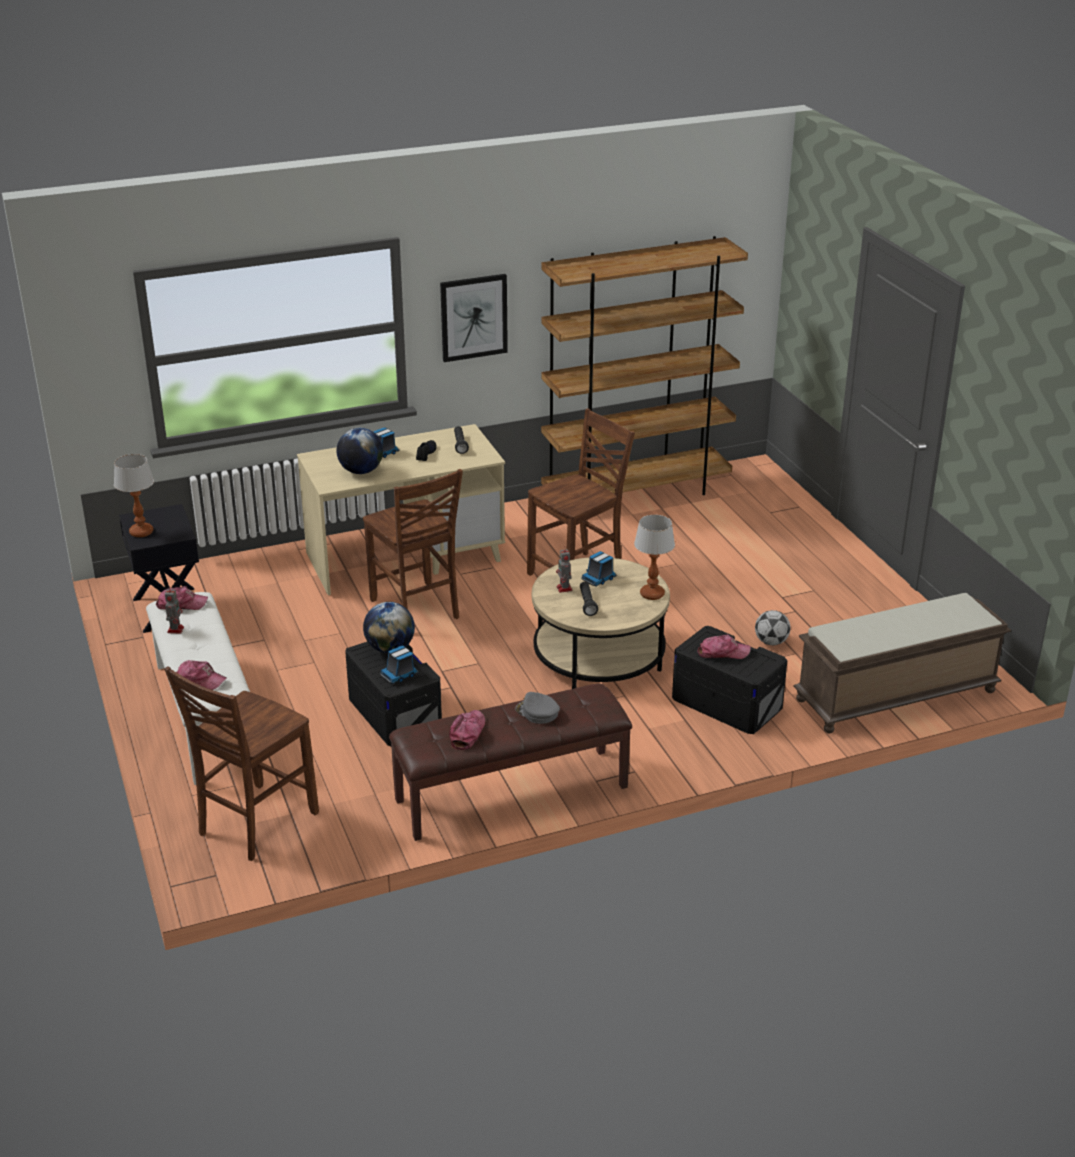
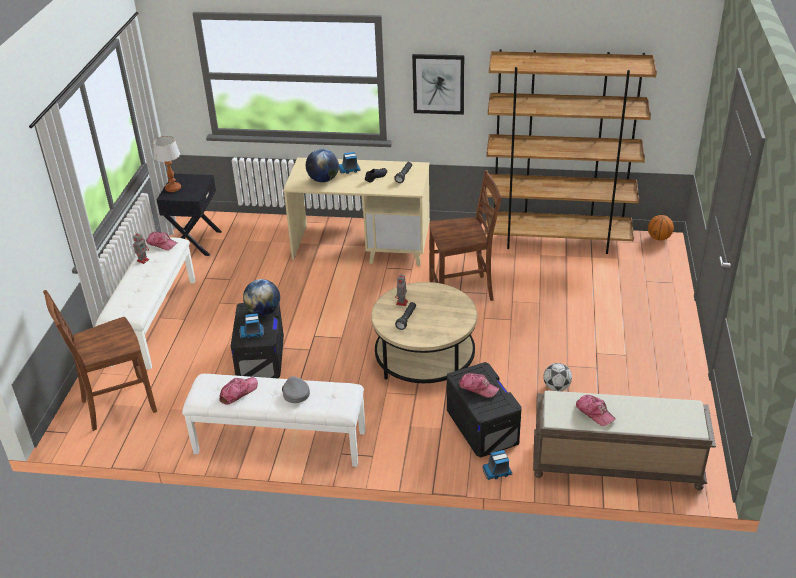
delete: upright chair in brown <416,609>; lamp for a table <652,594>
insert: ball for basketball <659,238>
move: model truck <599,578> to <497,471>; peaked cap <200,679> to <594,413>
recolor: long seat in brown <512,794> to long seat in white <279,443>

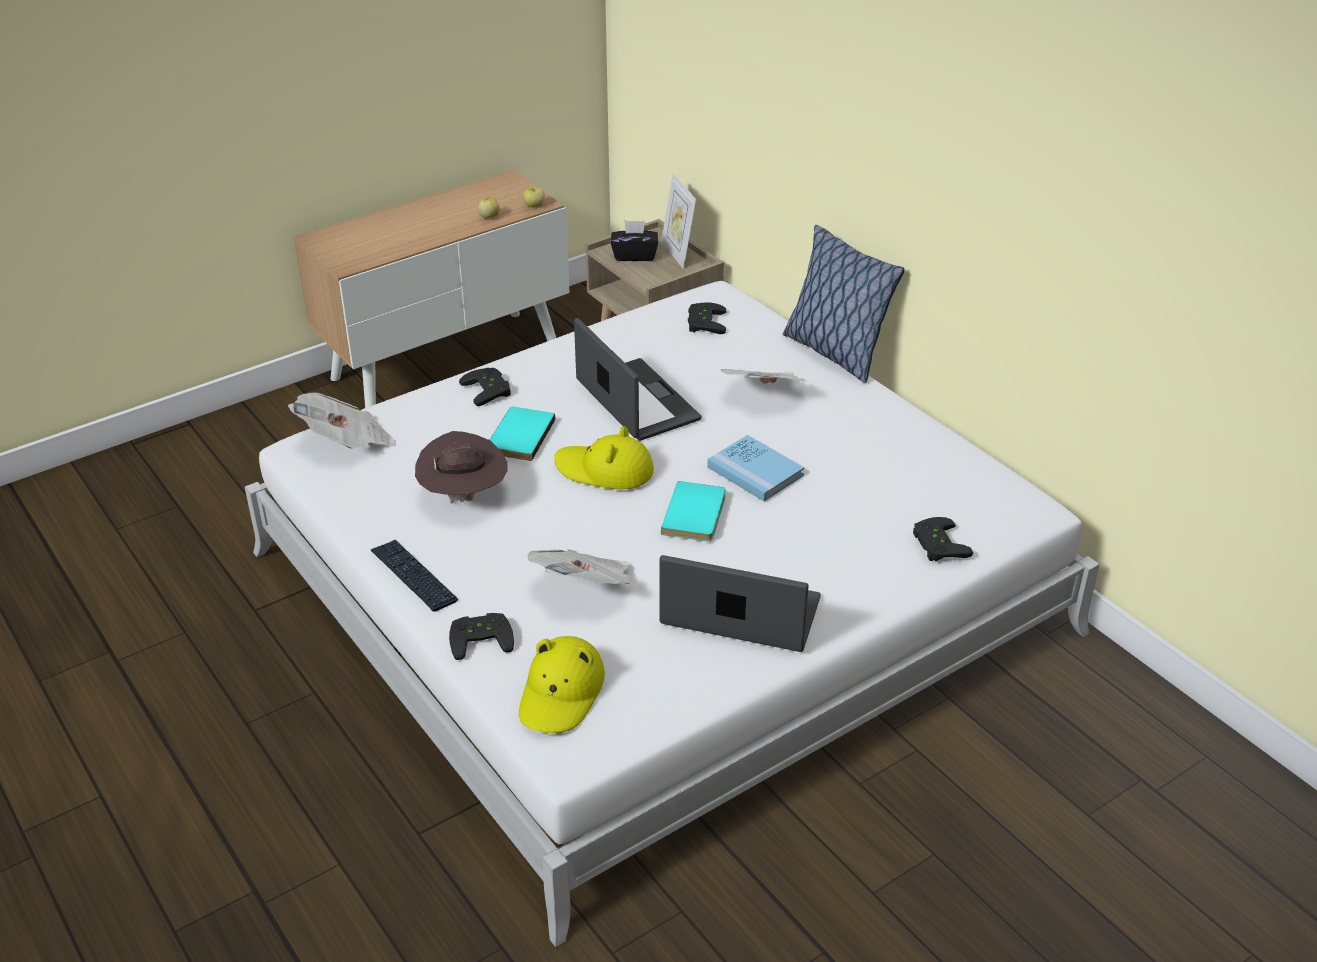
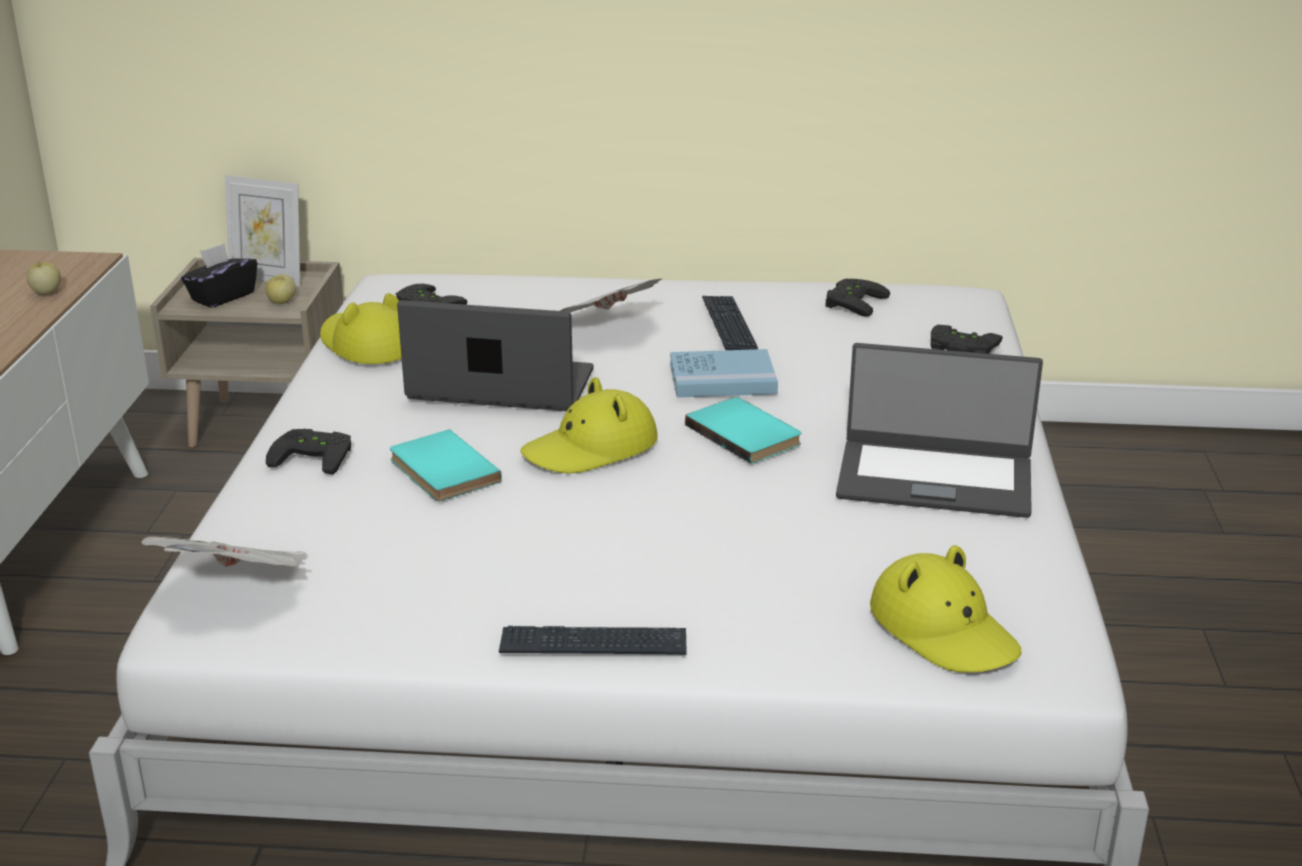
delete: wearable hat in brown <464,497>; daily paper <586,587>; throw pillow <834,352>
insert: wearable hat in yellow <366,345>; keyboard <729,325>
move: apple fruit <534,206> to <282,302>; game controller in black <481,637> to <851,301>
rotate: notebook computer <740,613> = <934,478> 135 degrees counterclockwise

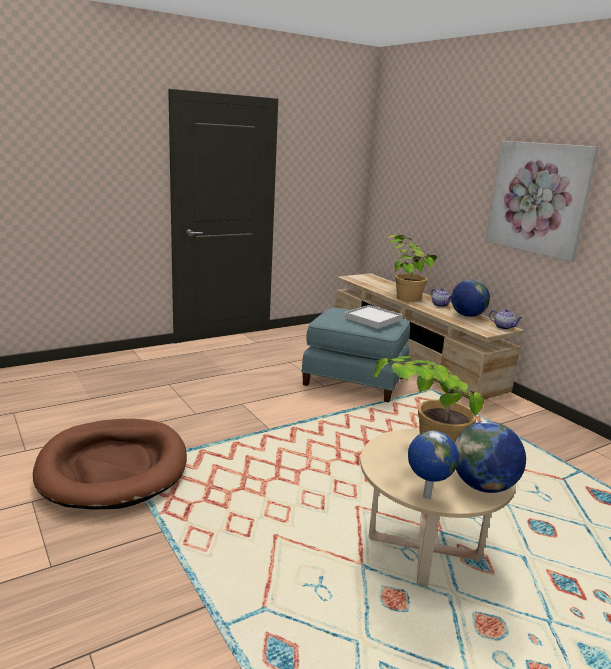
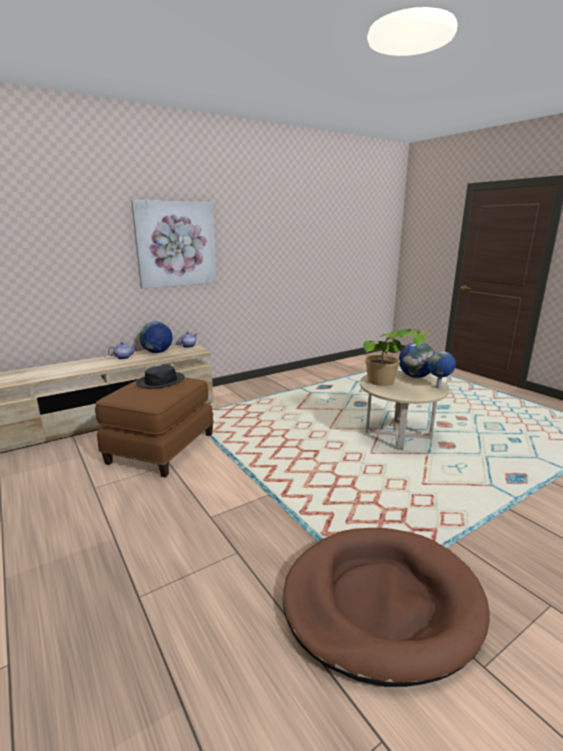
delete: plant in a pot <404,294>
replace: tray in white <373,319> to wearable hat in black <160,381>
recolor: footrest in bluish <355,380> to footrest in brown <160,448>

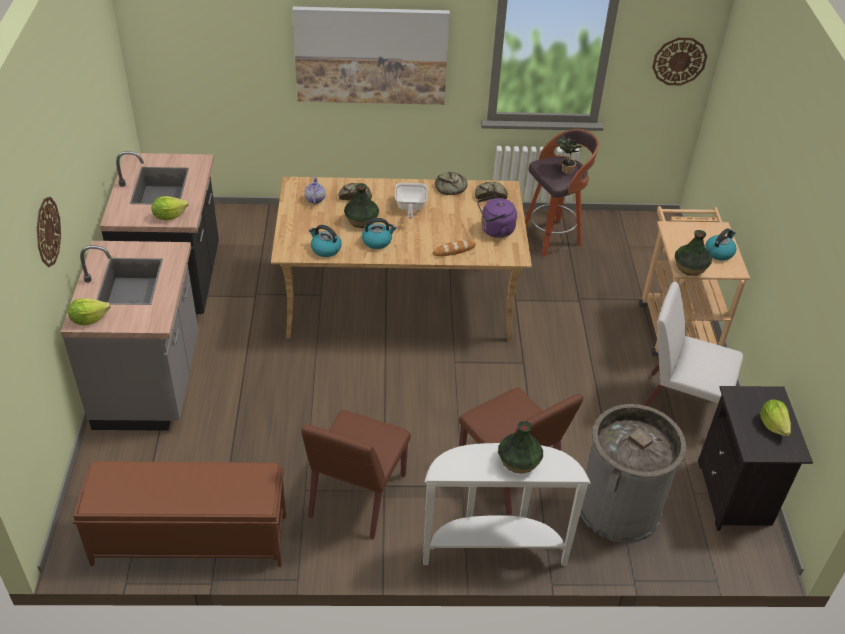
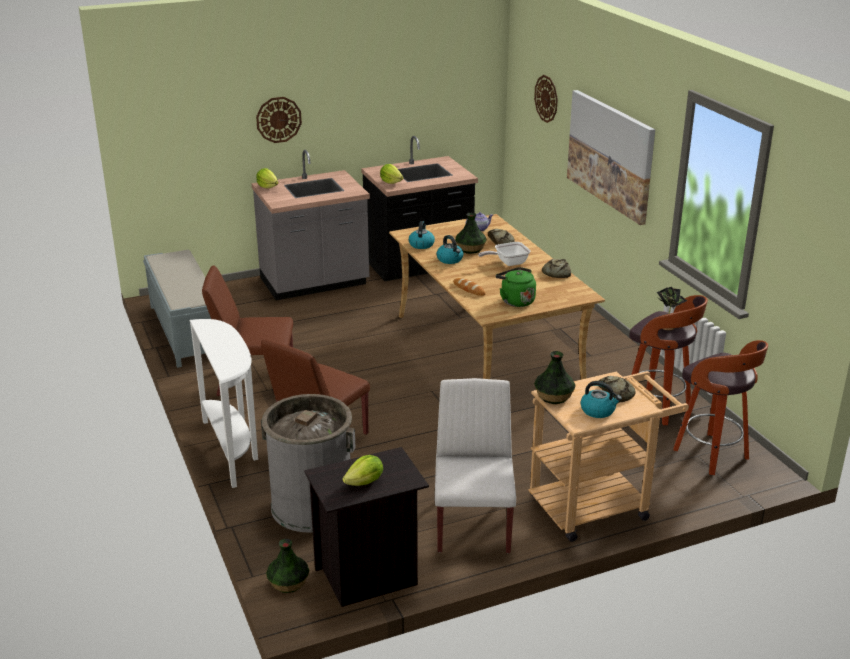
insert: stool <712,455>
move: decorative vase <519,462> to <288,583>; wall clock <679,61> to <546,98>; baked bread <490,194> to <616,392>
recolor: long seat in brown <189,539> to long seat in greyish <185,331>; water kettle in purple-coloured <495,230> to water kettle in green-coloured <515,301>

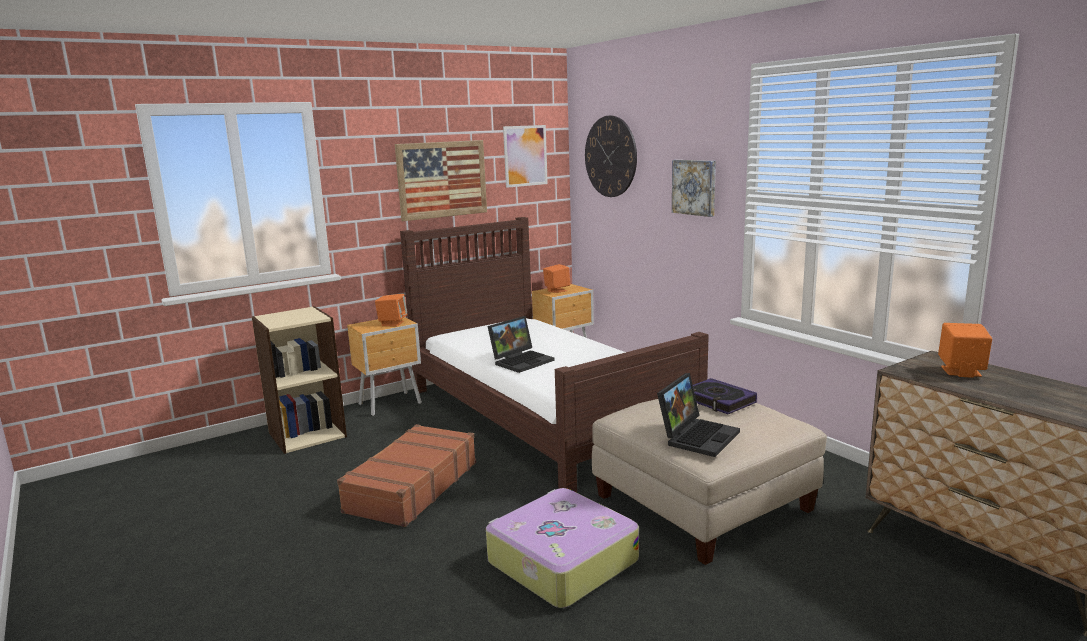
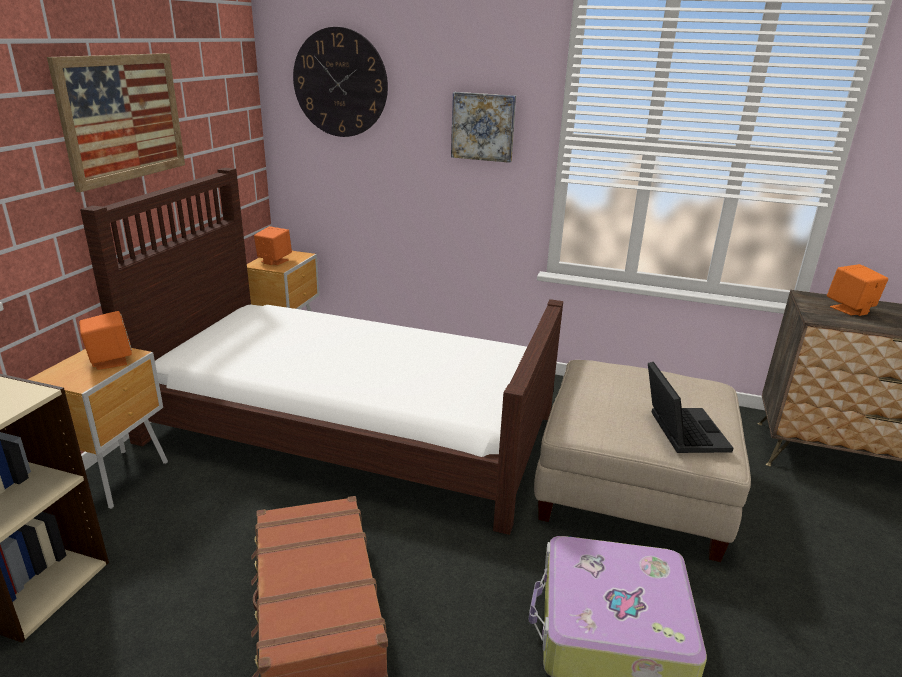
delete: notebook computer <522,361>; wall picture <525,156>; book <718,401>

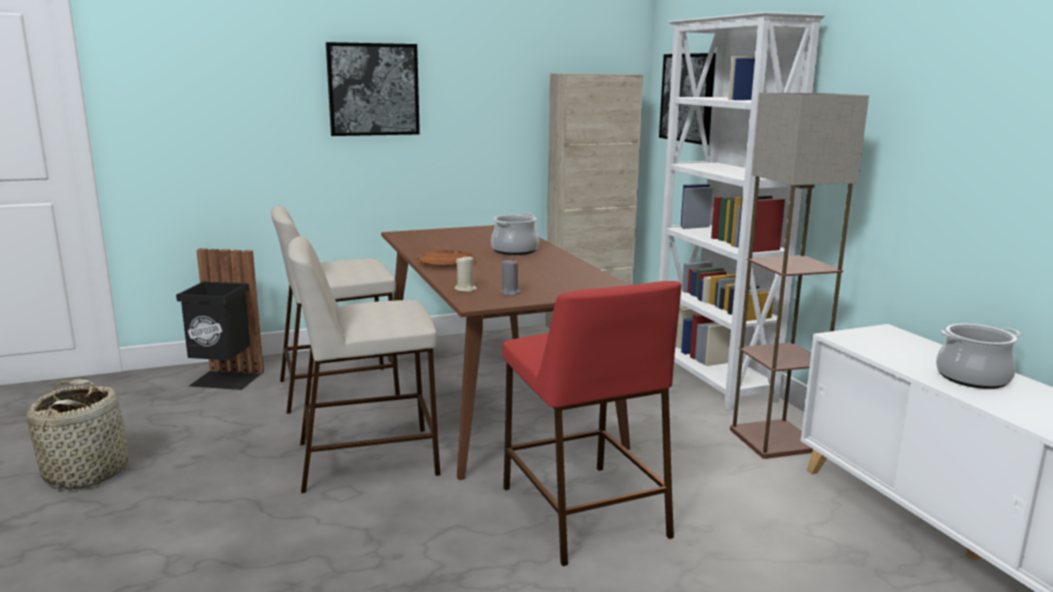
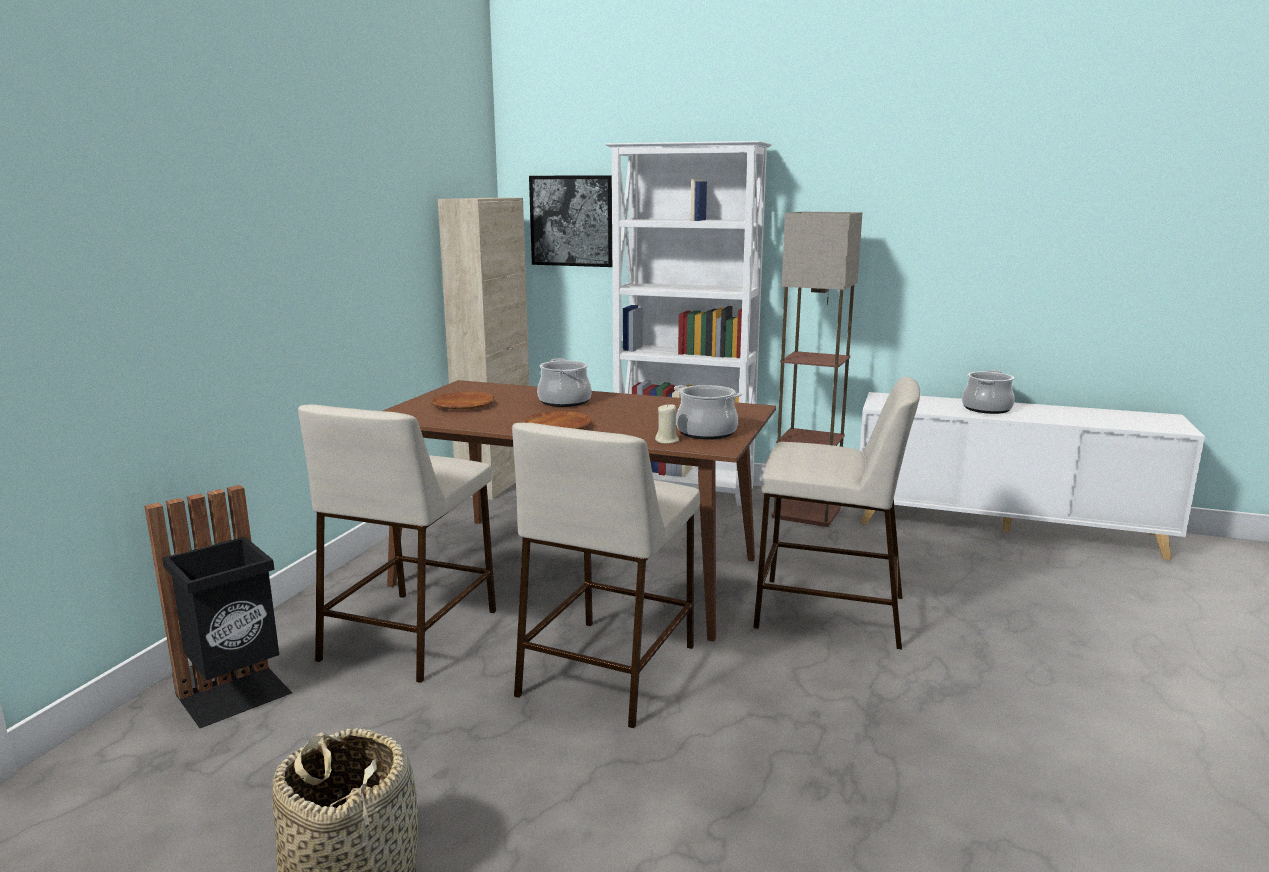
delete: wall picture <373,89>
insert: plate in brown <463,405>
replace: wax light in greyish <510,293> to cooking pot <706,432>
recolor: stool in red <582,510> to stool in beige-coloured <828,612>

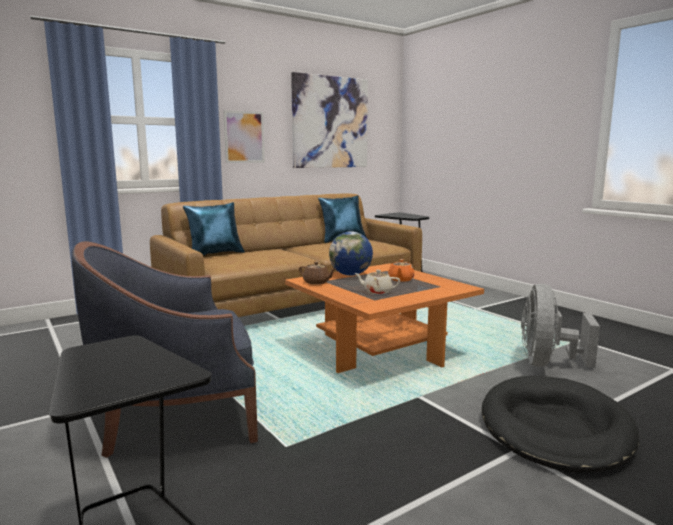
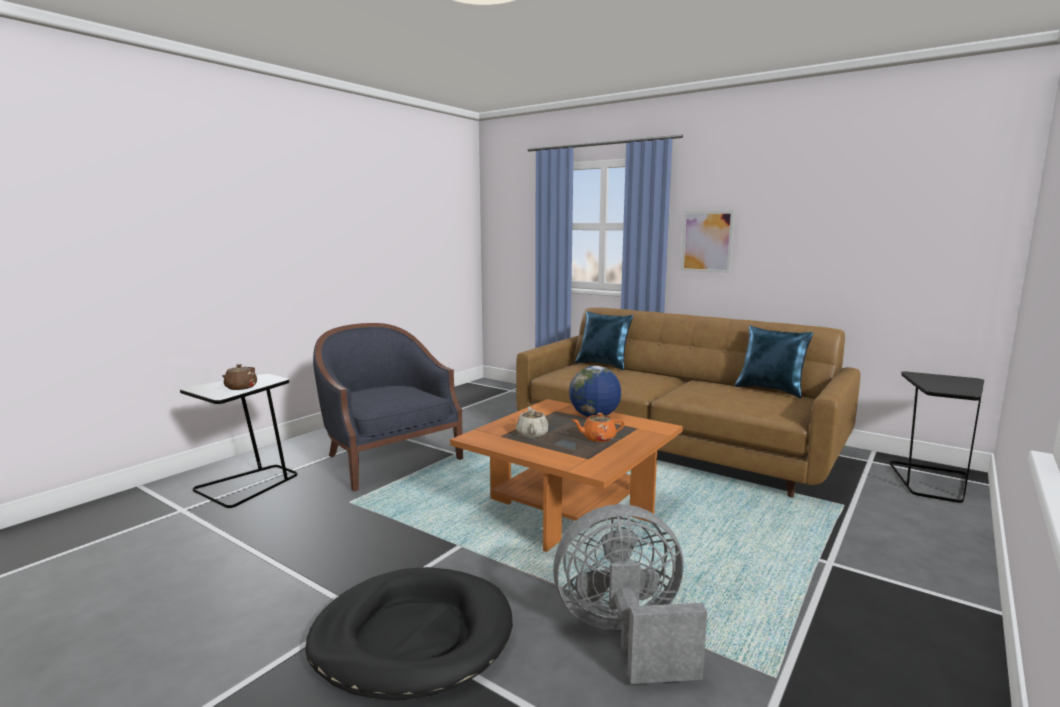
delete: wall picture <330,122>
move: teapot in brown <317,282> to <240,387>

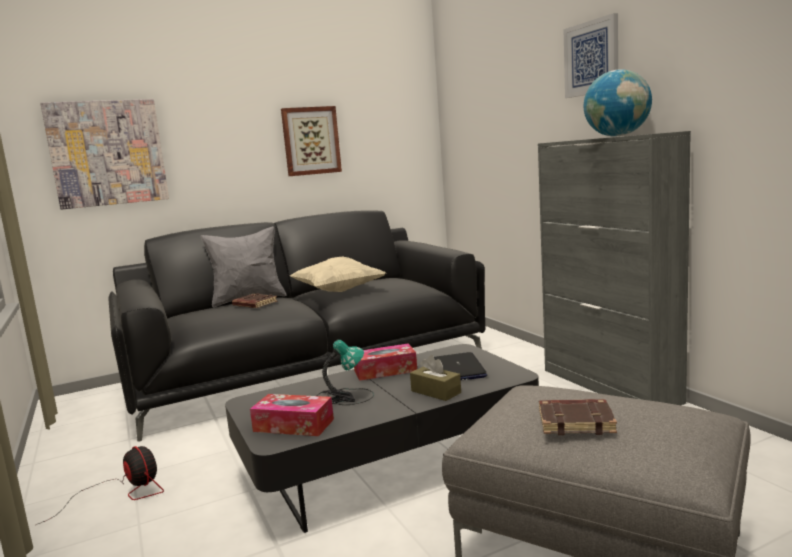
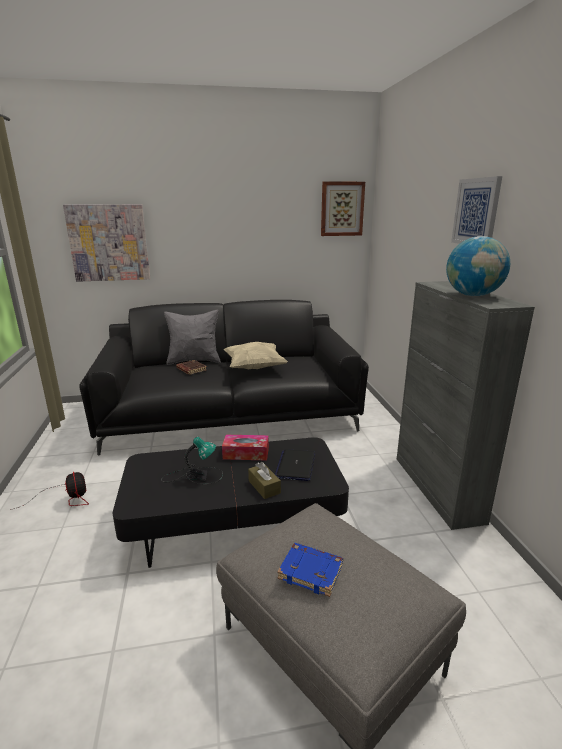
delete: tissue holder <293,425>
move: wall picture <311,141> to <342,209>
recolor: book in brown <576,422> to book in bluish <311,571>

